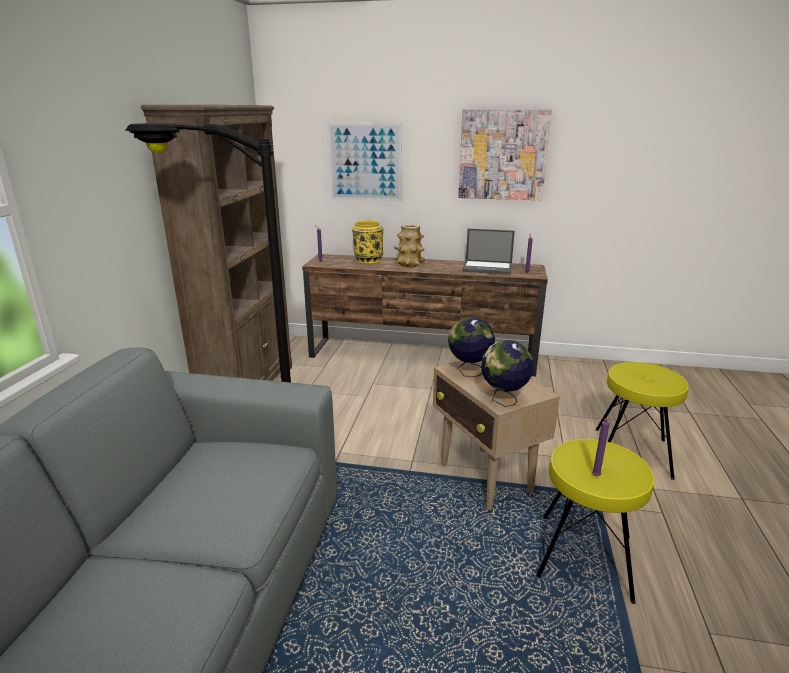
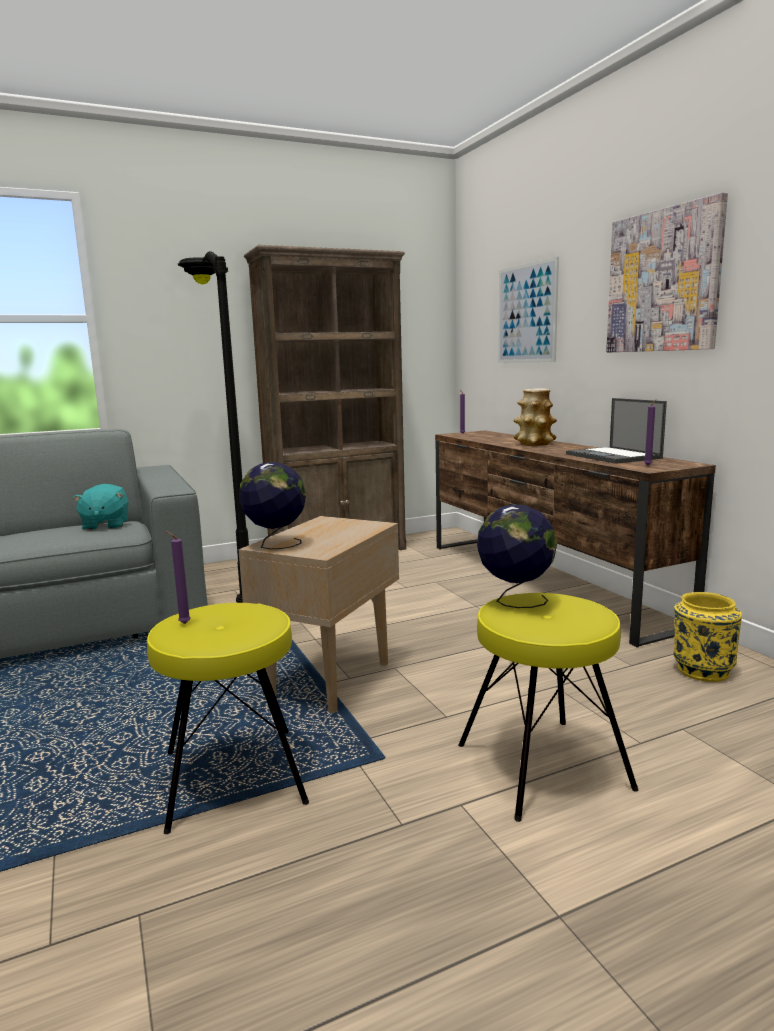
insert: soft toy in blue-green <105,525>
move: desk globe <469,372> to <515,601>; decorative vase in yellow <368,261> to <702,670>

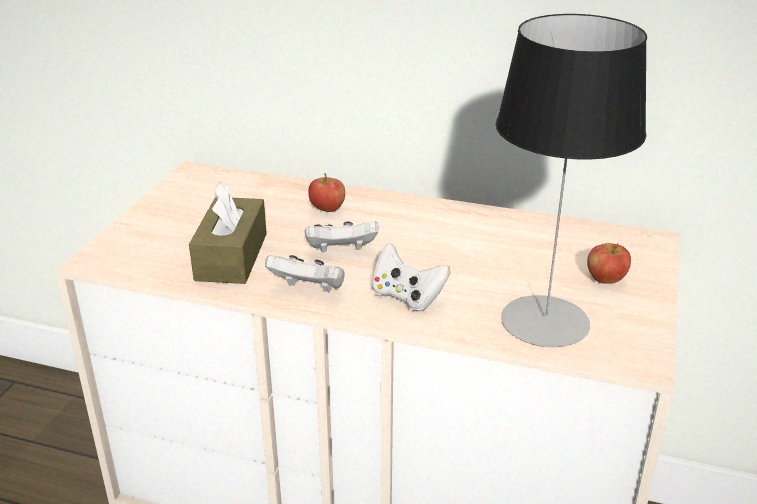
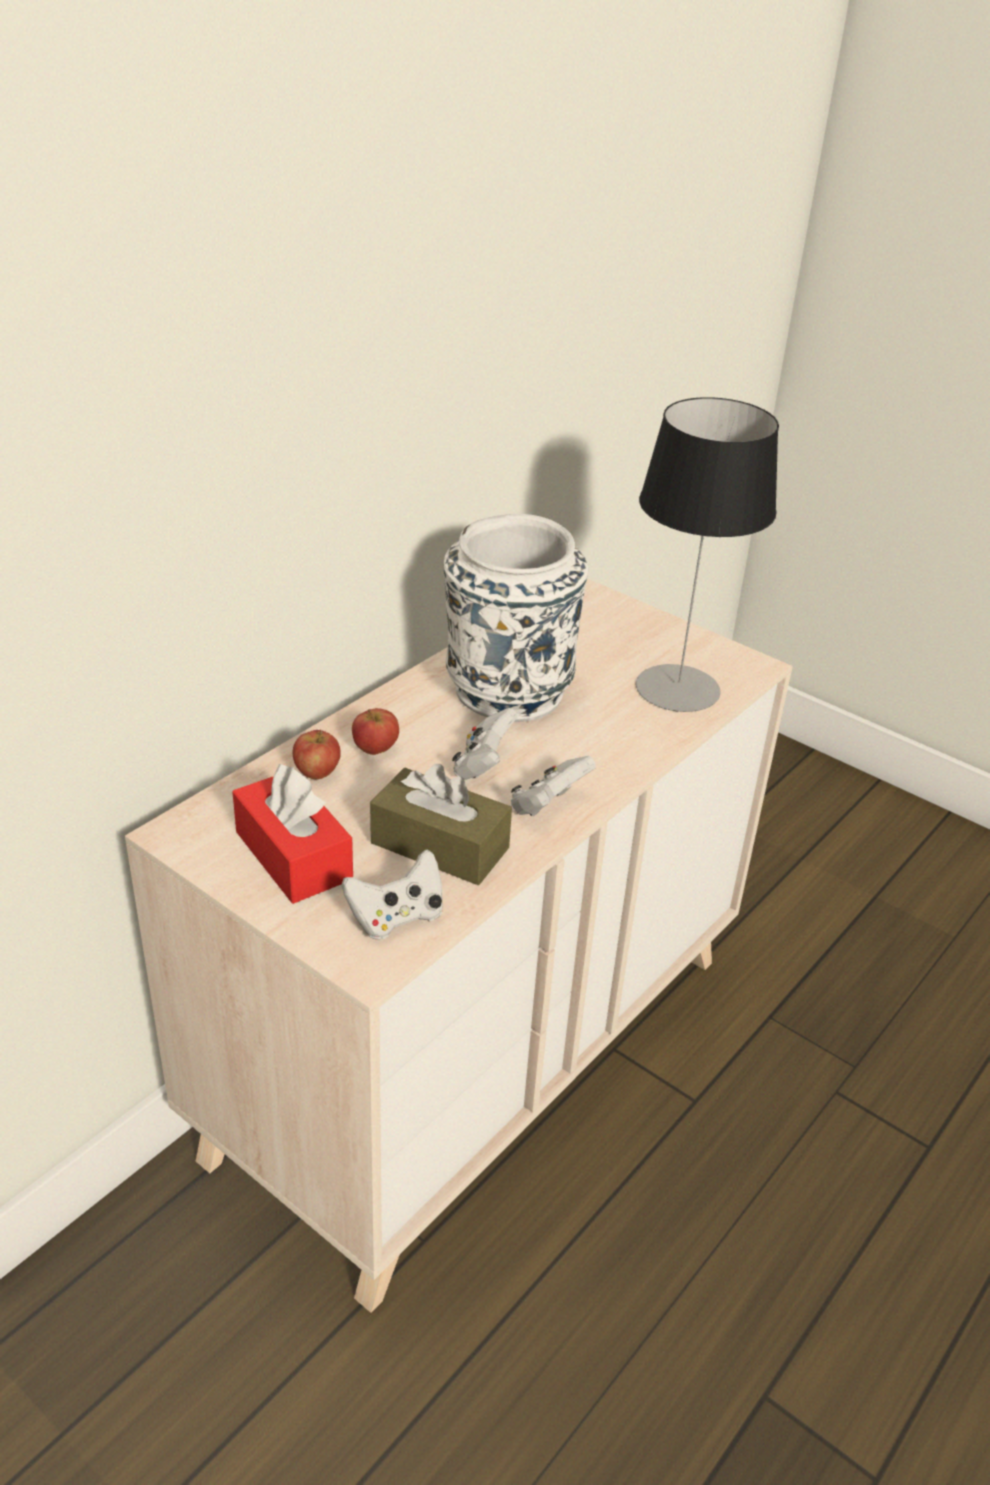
insert: tissue holder in red <293,855>; decorative vase in white <508,693>
move: apple fruit <605,279> to <316,772>; game controller in white <407,297> to <397,917>

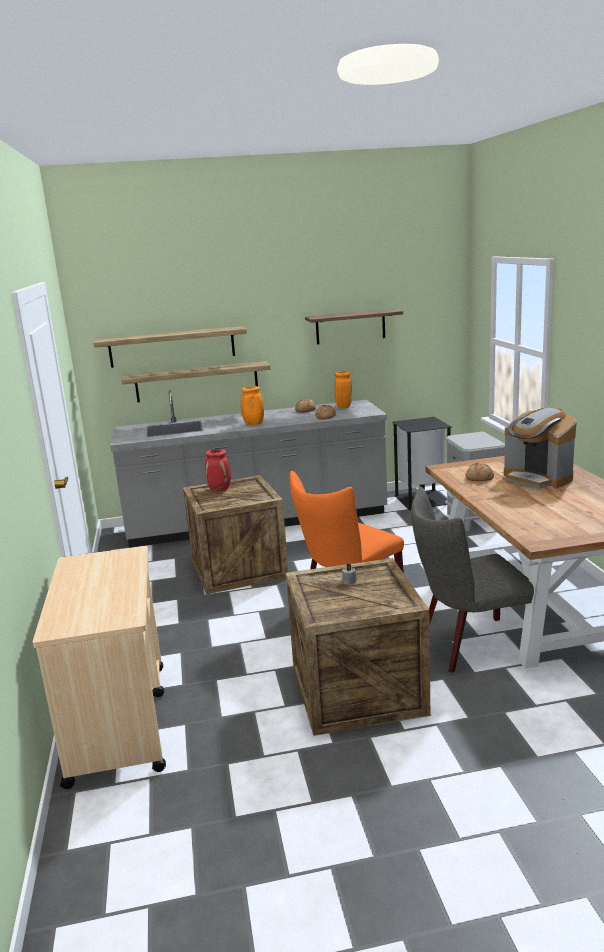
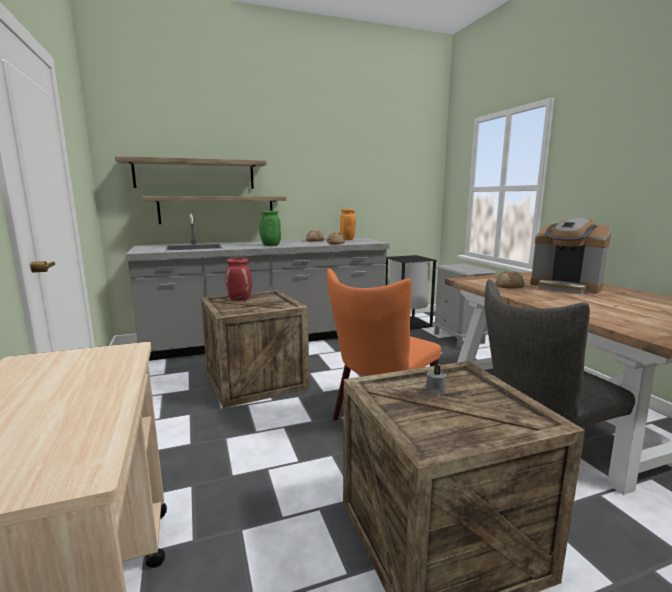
delete: shelf <350,326>
recolor: decorative vase in orange <253,424> to decorative vase in green-coloured <270,245>

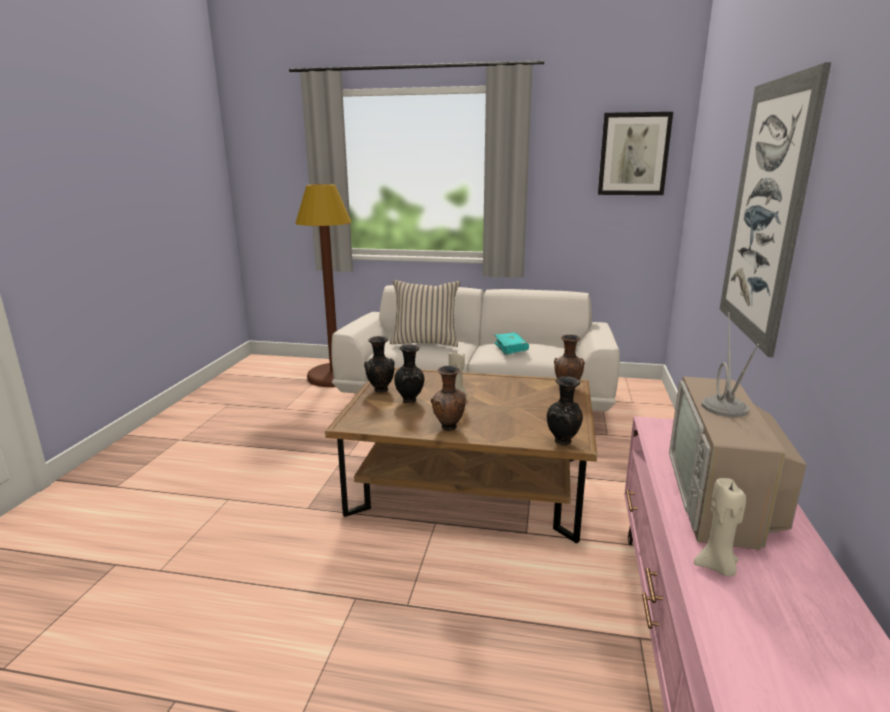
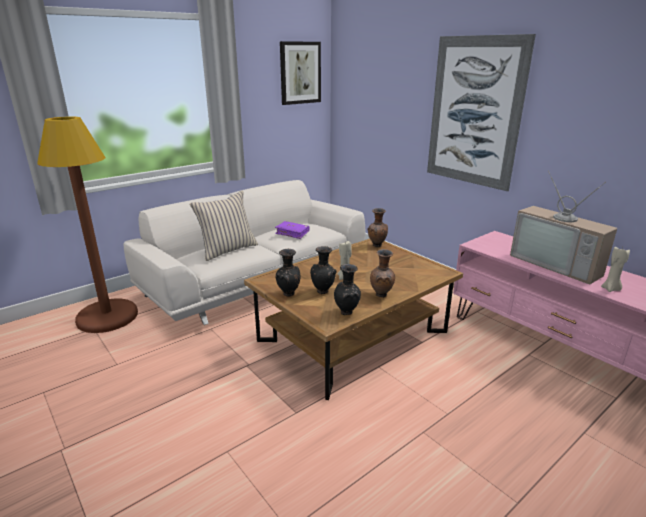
move: decorative vase in black <563,442> to <347,313>
recolor: book in blue-green <510,348> to book in purple-coloured <292,233>

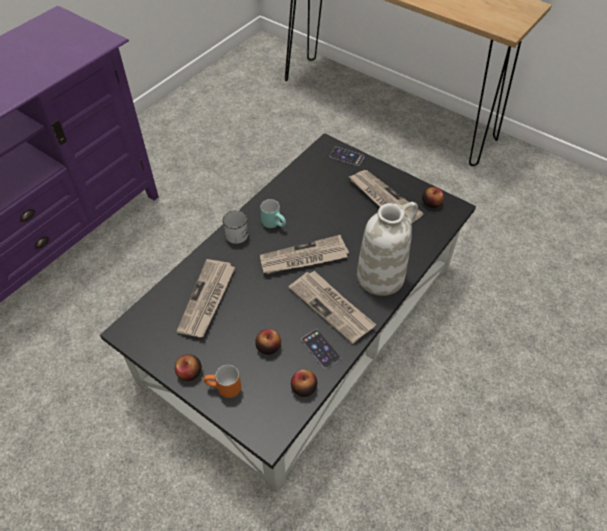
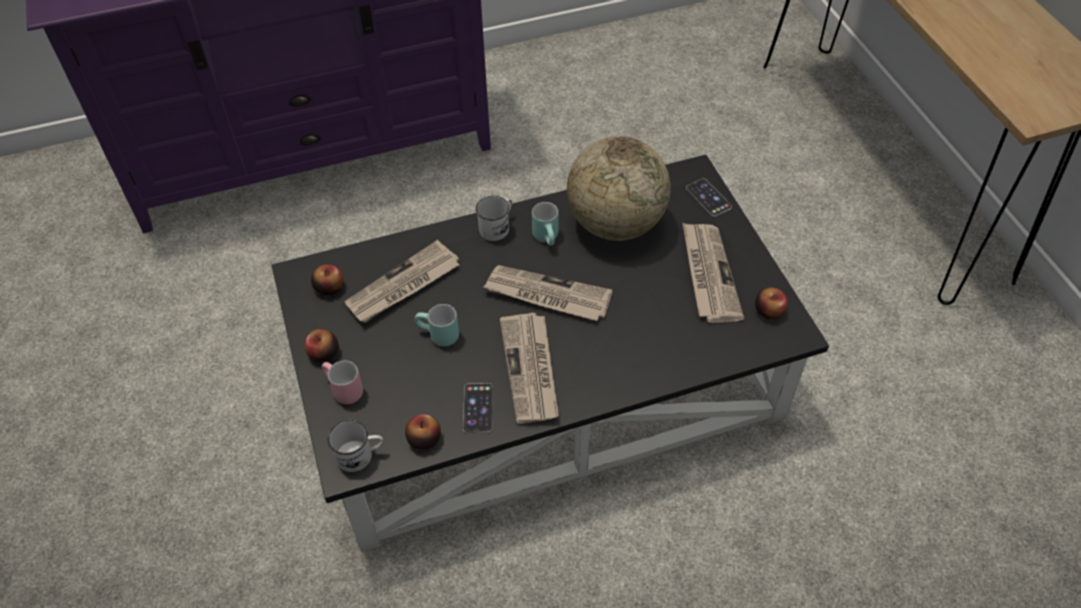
delete: decorative vase in white <381,276>
insert: tea mug in white <360,455>; tea mug in blue-green <438,336>; desk globe <615,223>
move: apple fruit <268,346> to <329,287>
recolor: tea mug in orange <224,390> to tea mug in pinkish <342,391>

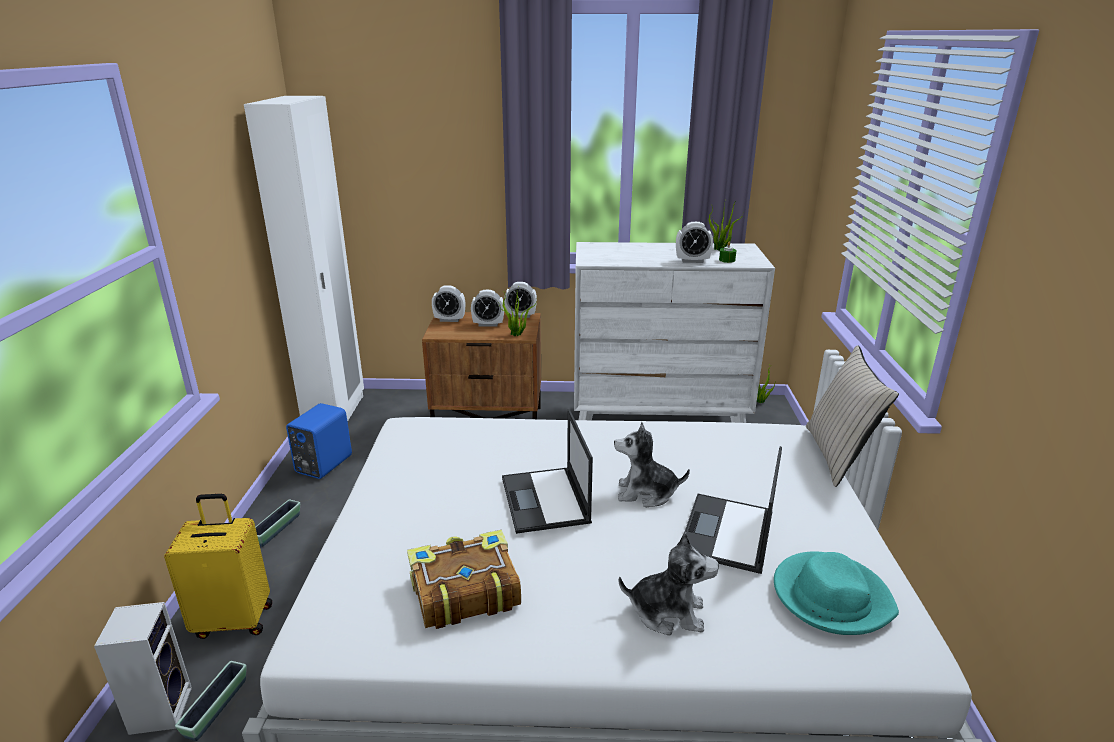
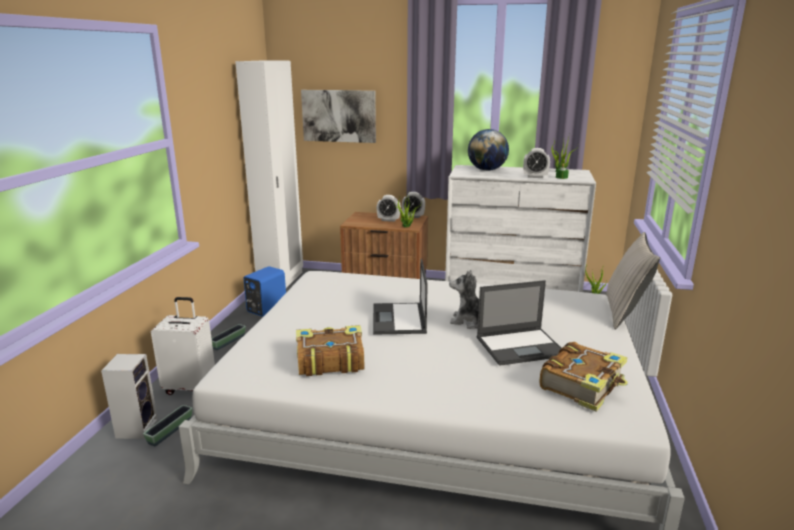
delete: table clock <449,320>; soft toy <668,612>
insert: wall picture <339,116>; desk globe <487,170>
replace: wearable hat in blue-green <831,597> to book <583,385>
recolor: piece of luggage in yellow <234,620> to piece of luggage in white <191,387>
rotate: notebook computer <727,534> = <521,346> 135 degrees counterclockwise

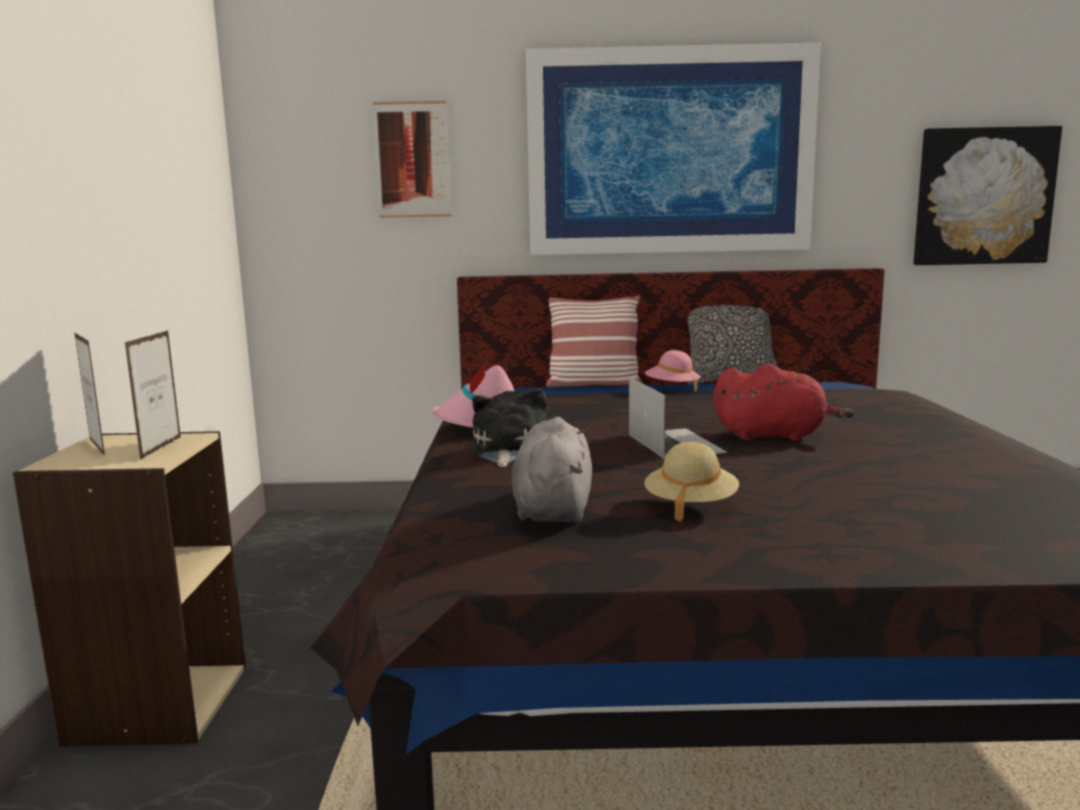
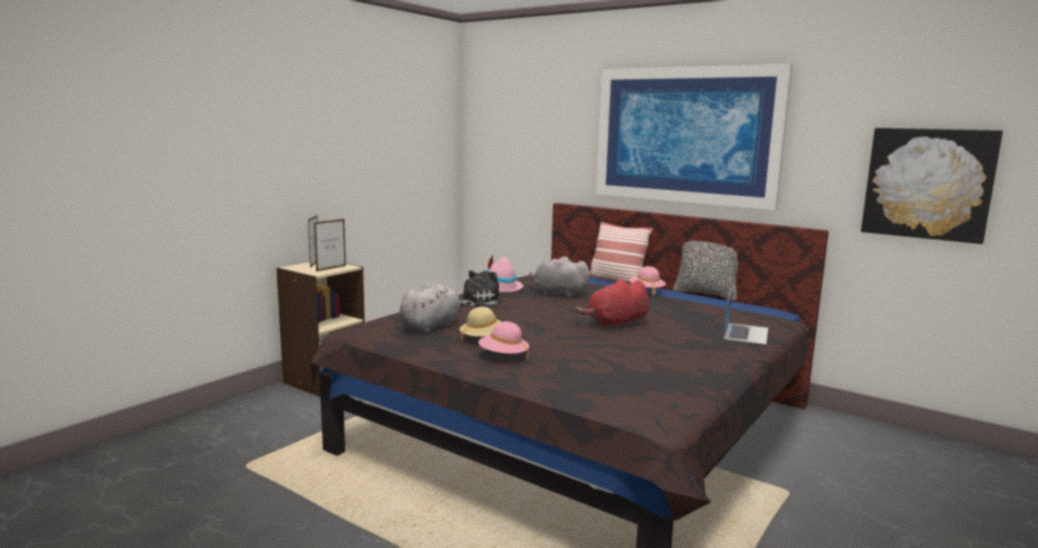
delete: wall picture <413,160>
insert: wearable hat in pinkish <503,356>; soft toy in greyish <558,294>
move: notebook computer <674,443> to <746,333>
rotate: soft toy in red <774,436> = <616,324> 105 degrees clockwise

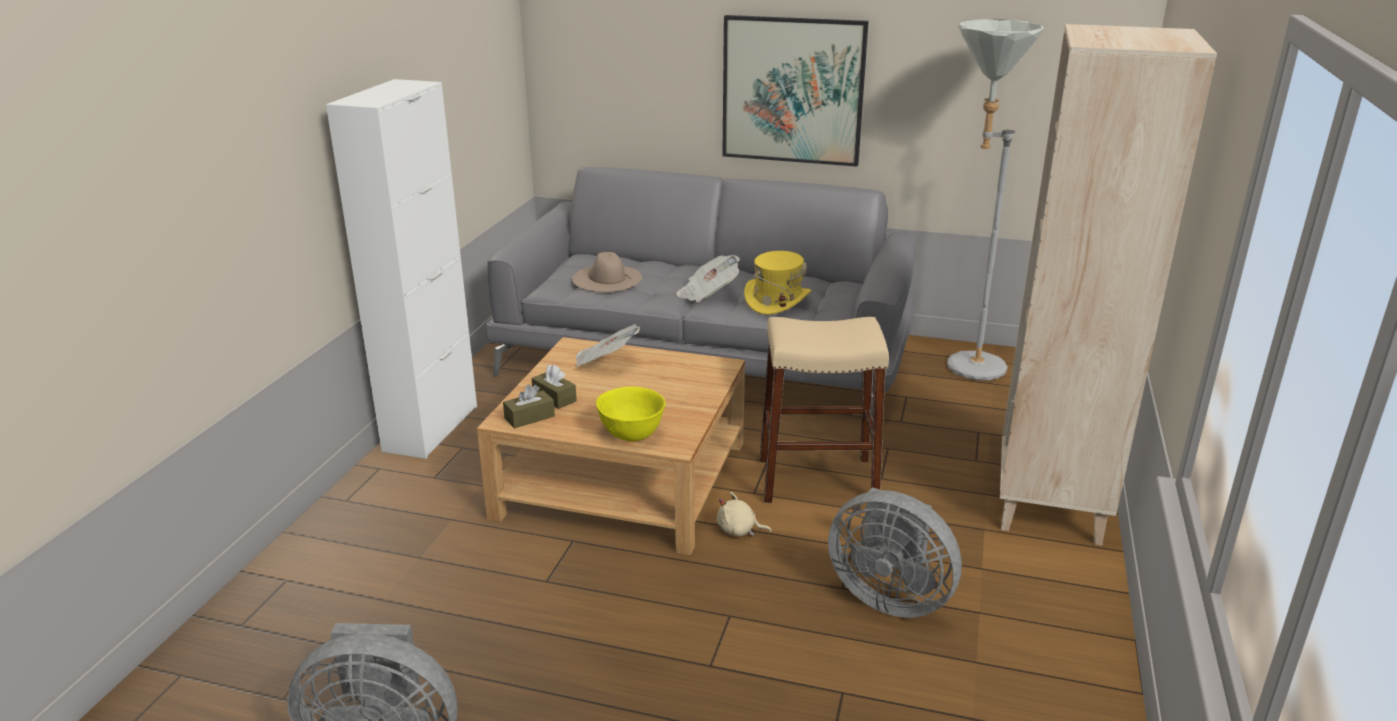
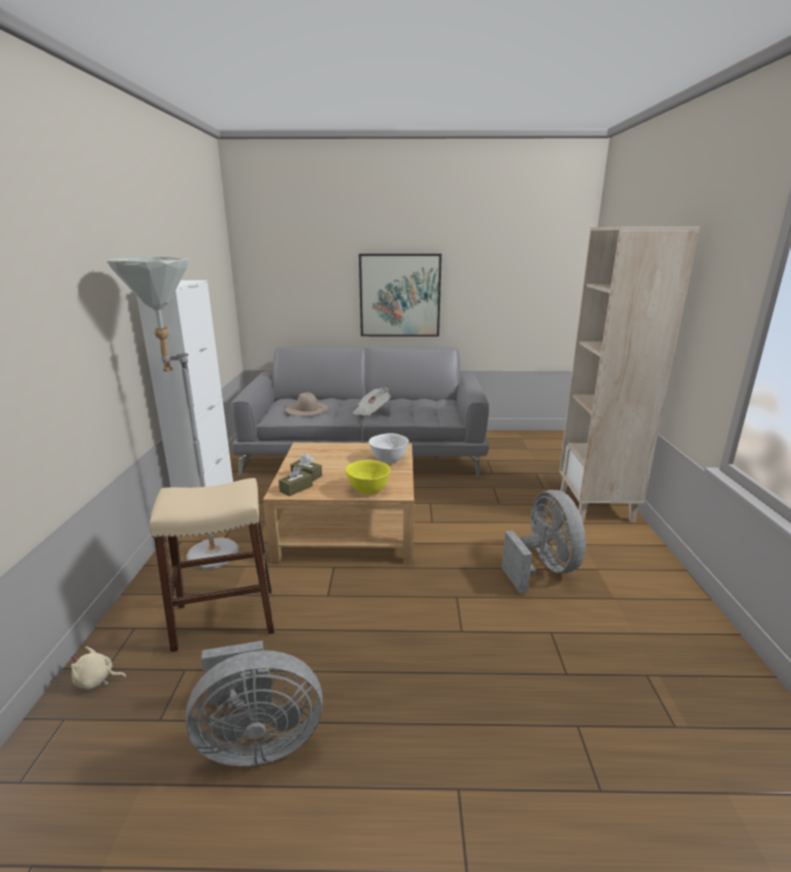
delete: daily paper <605,362>; wearable hat in yellow <777,301>
insert: deep dish in white <388,460>
move: soft toy in beige-coloured <739,530> to <97,680>; standing lamp in greyish <963,365> to <202,554>; stool in beige-coloured <817,480> to <225,618>
rotate: cooling fan in greyish <889,596> = <543,568> 120 degrees counterclockwise

